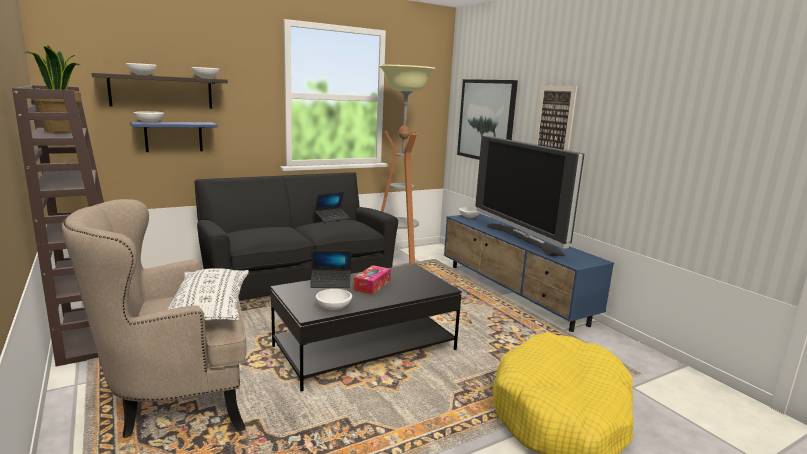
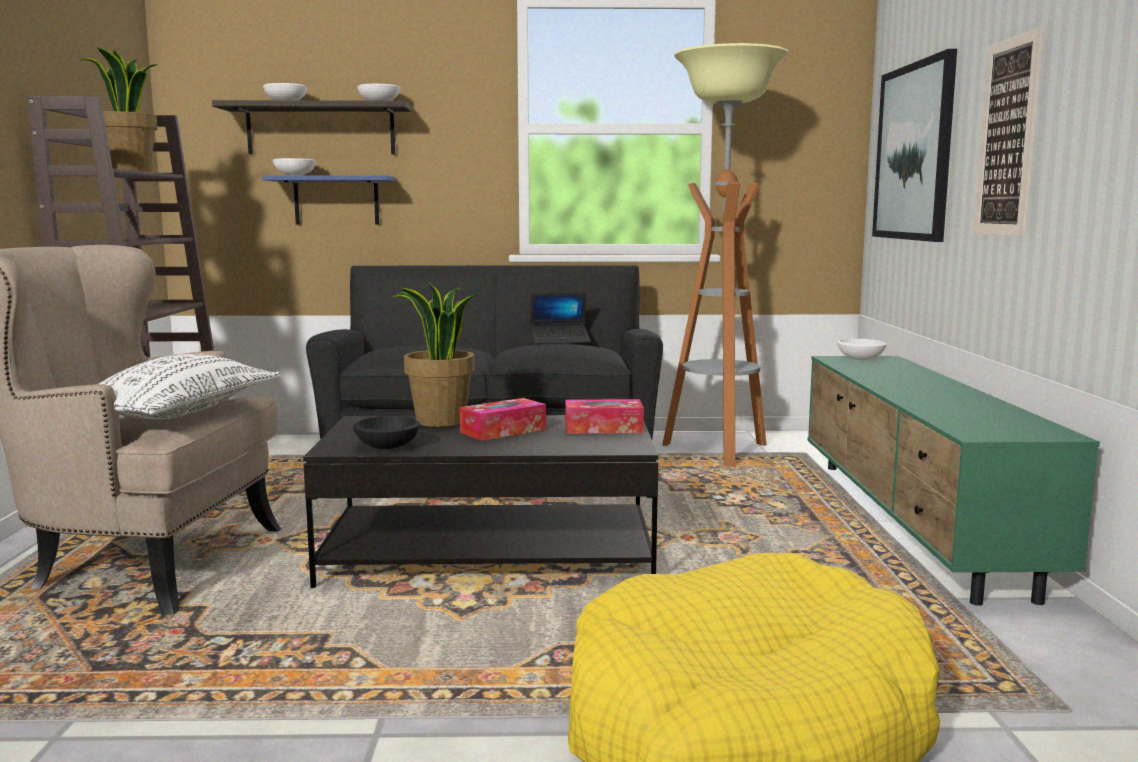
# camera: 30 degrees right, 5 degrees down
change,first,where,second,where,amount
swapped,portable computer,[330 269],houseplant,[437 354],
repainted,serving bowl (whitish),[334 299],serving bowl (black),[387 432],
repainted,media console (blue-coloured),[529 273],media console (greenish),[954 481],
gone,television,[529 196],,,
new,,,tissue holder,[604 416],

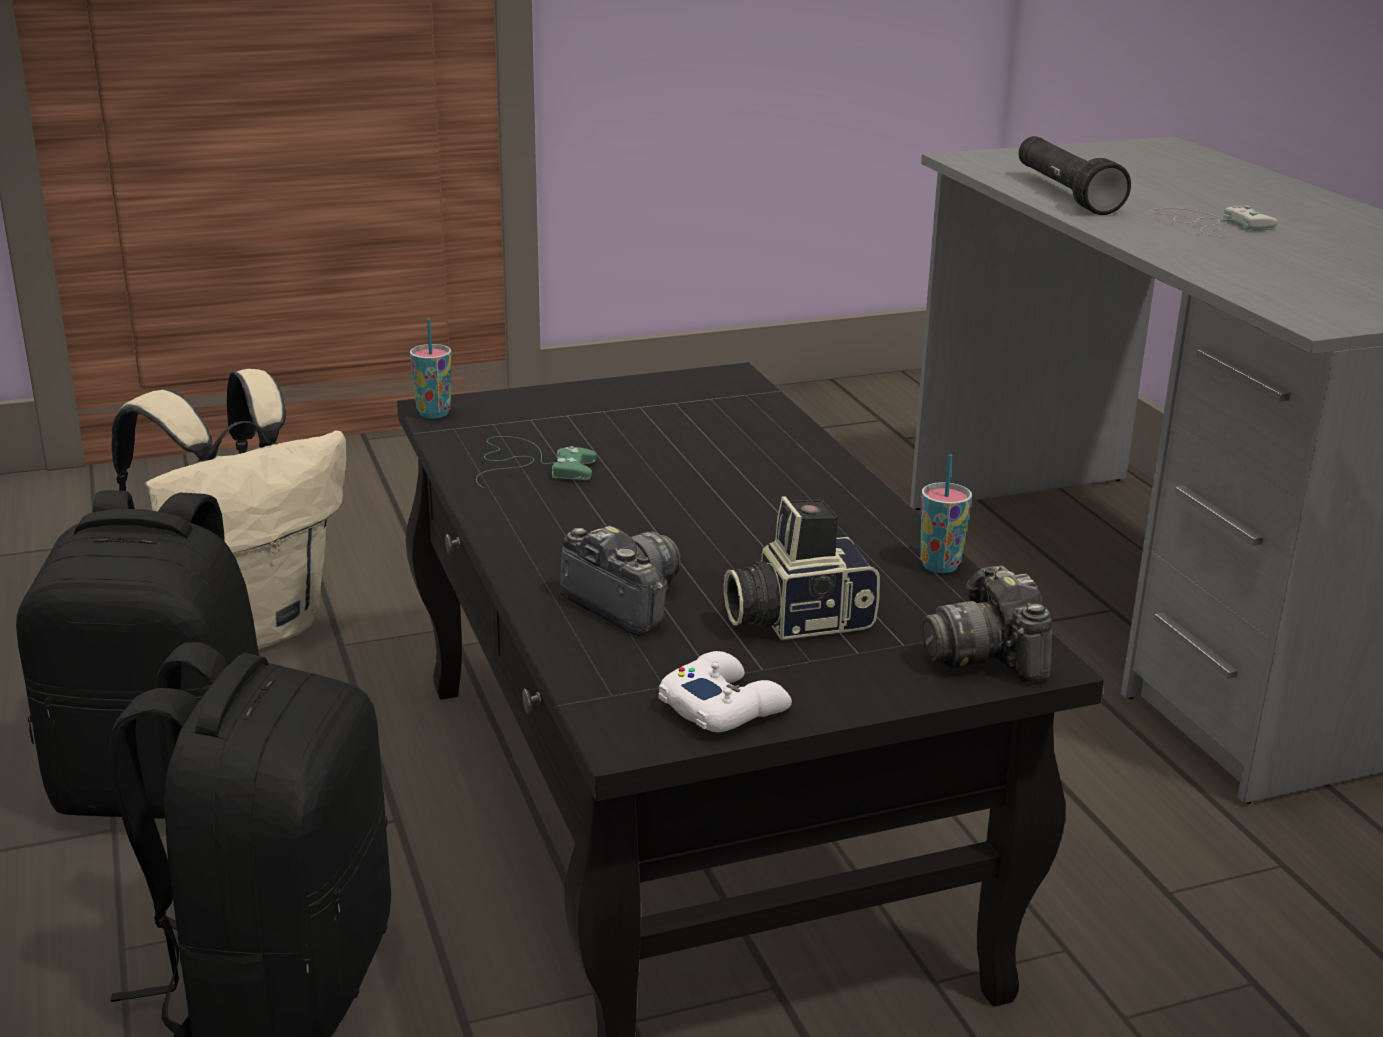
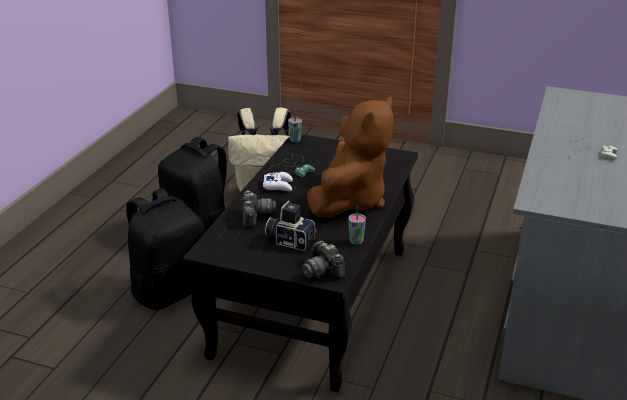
# camera: 40 degrees right, 5 degrees up
change,first,where,second,where,amount
shifted,joypad (whitish),[725 691],,[278 181],
rotated,photo camera,[987 623],,[323 260],60 degrees counterclockwise
gone,hand torch (black),[1074 175],,,
new,,,soft toy (brownish),[350 156],

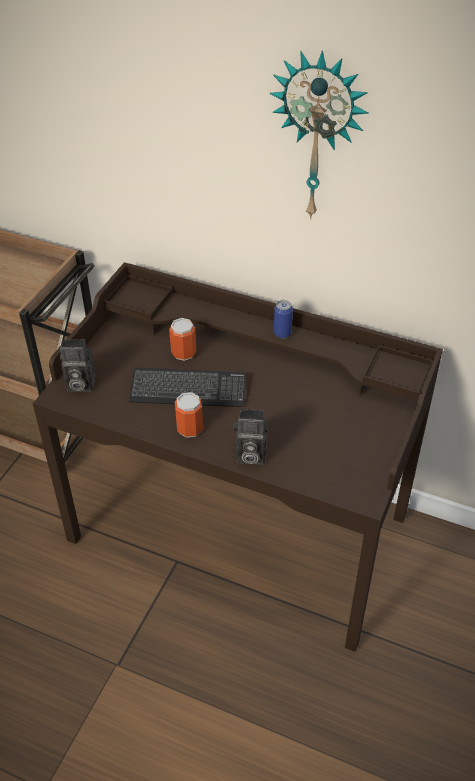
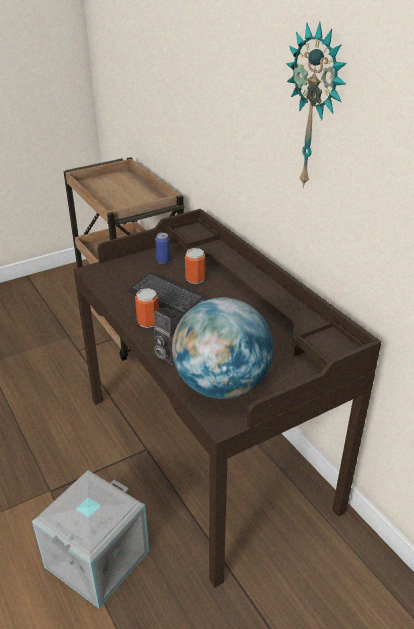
# camera: 35 degrees right, 10 degrees down
change,first,where,second,where,amount
gone,photo camera,[77 365],,,
shifted,can,[283 319],,[162 248],
new,,,storage container (grey),[90 539],
new,,,desk globe,[222 348],

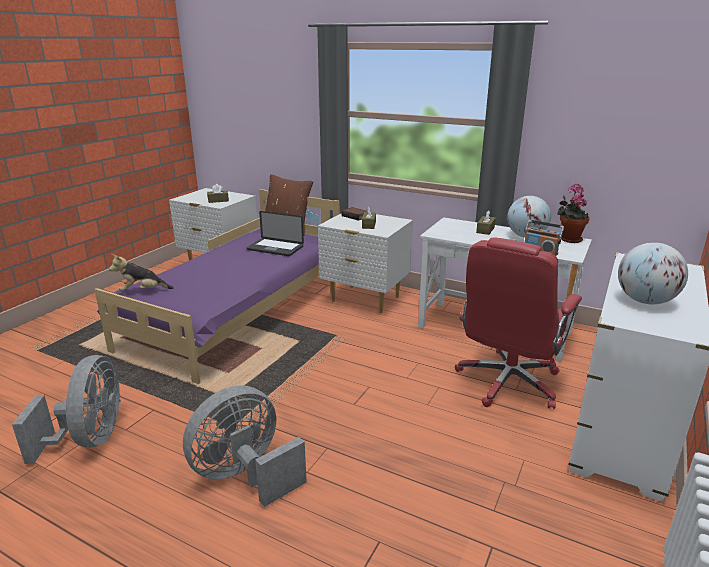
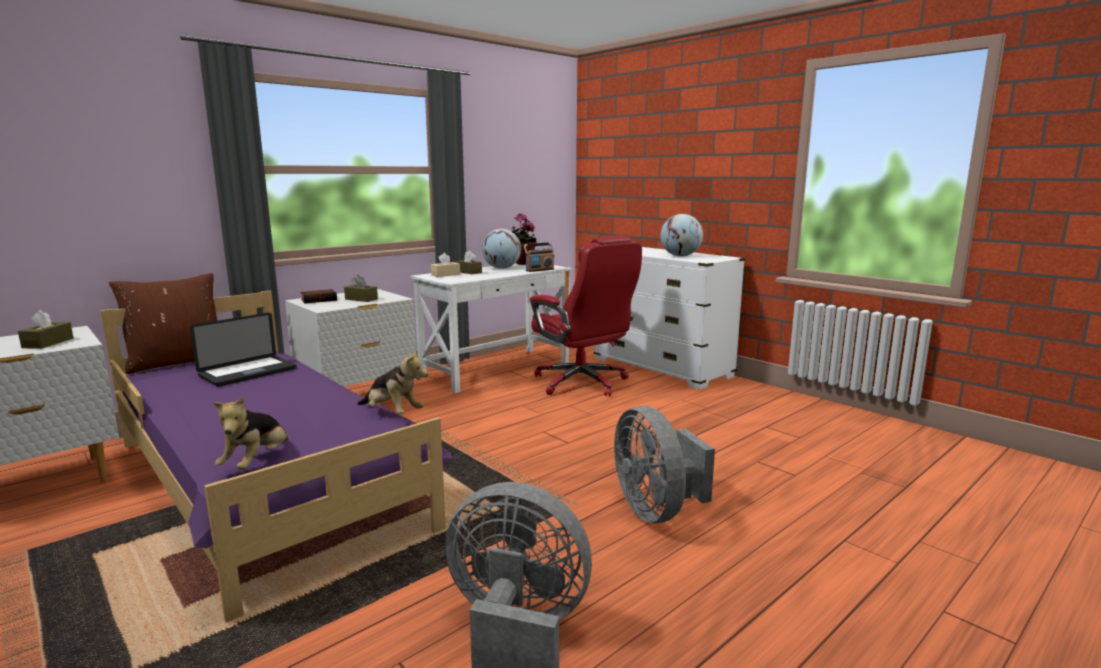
# camera: 70 degrees left, 10 degrees down
change,first,where,second,where,amount
new,,,soft toy,[392 382],
new,,,tissue holder (beige),[445 265],

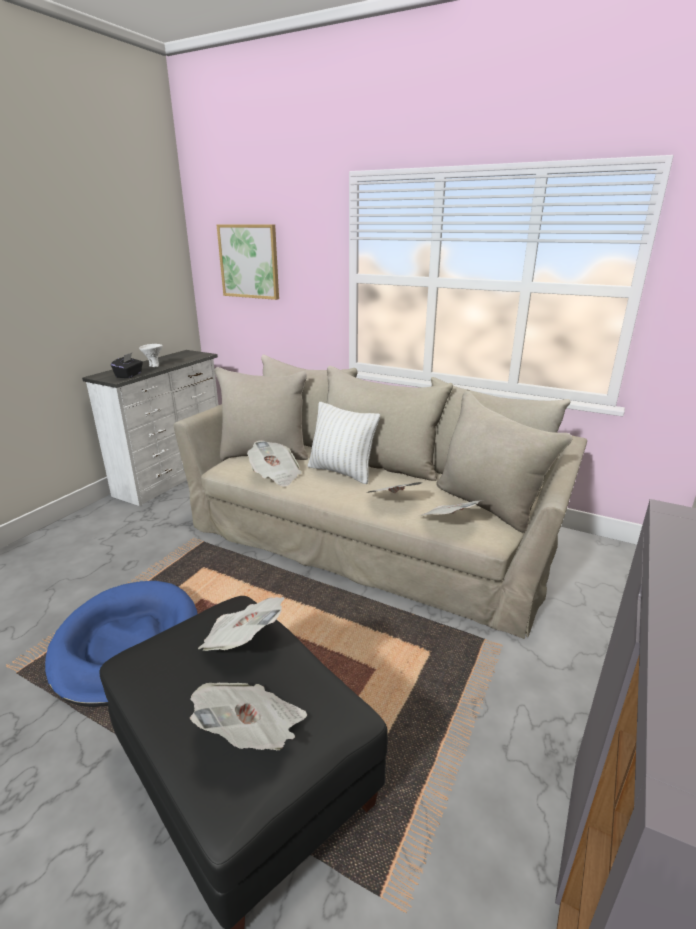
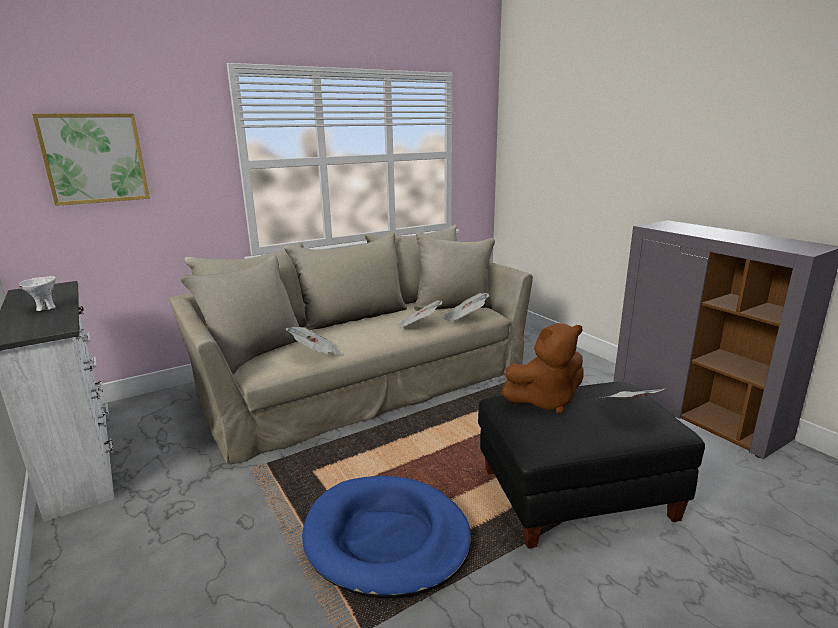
# camera: 60 degrees left, 5 degrees down
change,first,where,second,where,amount
gone,tissue holder (black),[127 365],,,
swapped,daily paper,[241 624],soft toy (brownish),[542 368],
gone,throw pillow (whitish),[344 443],,,

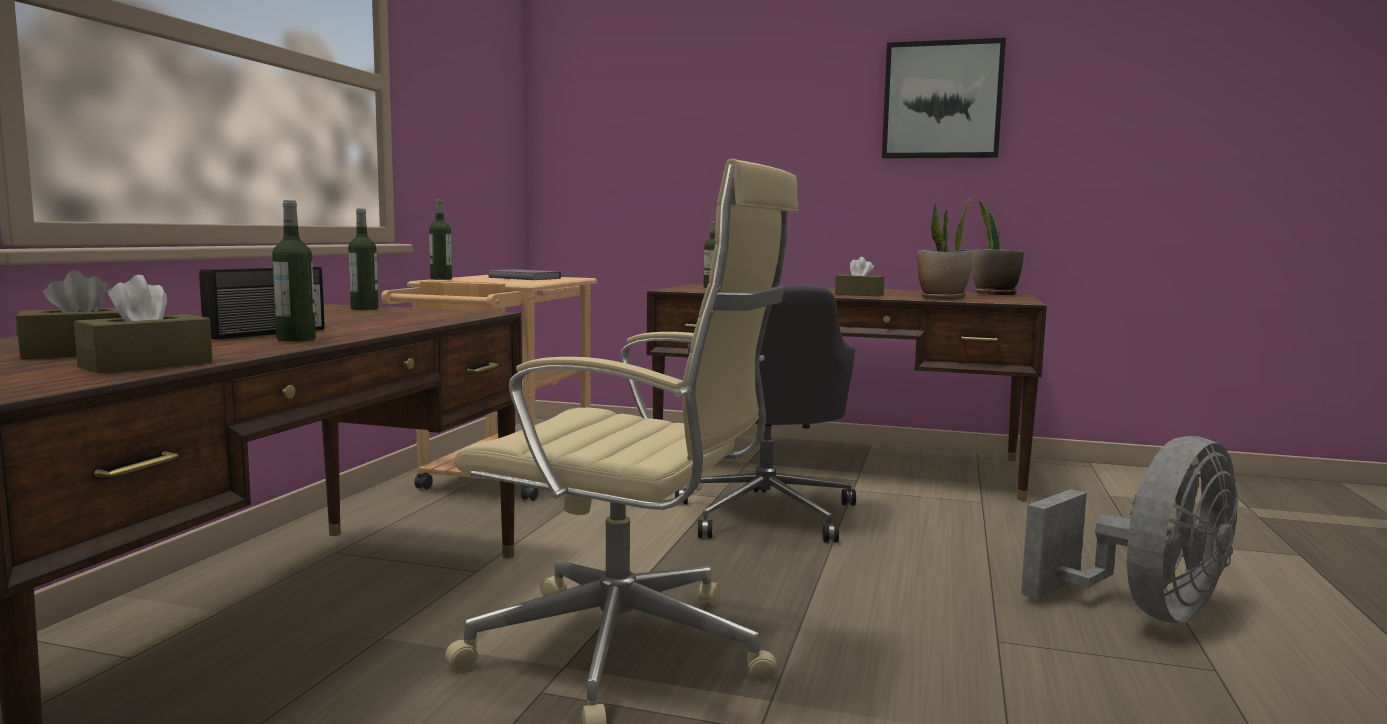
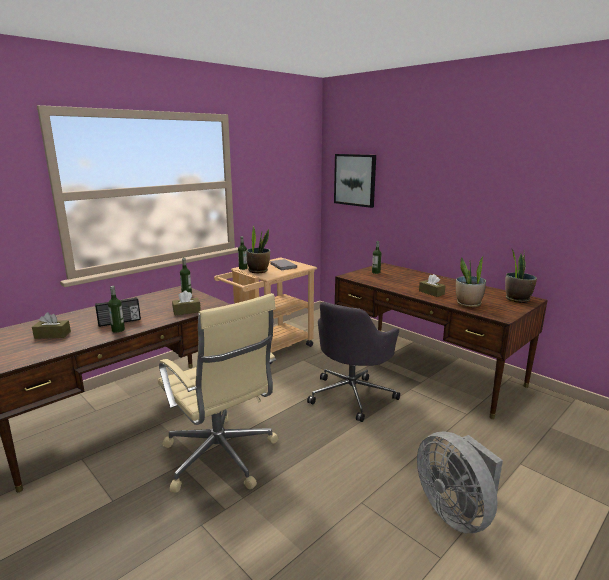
# camera: 30 degrees right, 10 degrees up
change,first,where,second,where,amount
shifted,tissue holder (brownish),[143 324],,[186 303],
shifted,picture,[944 98],,[355 181],
rotated,electric fan (grey),[1130 529],,[460 482],75 degrees clockwise
new,,,houseplant,[258 249],

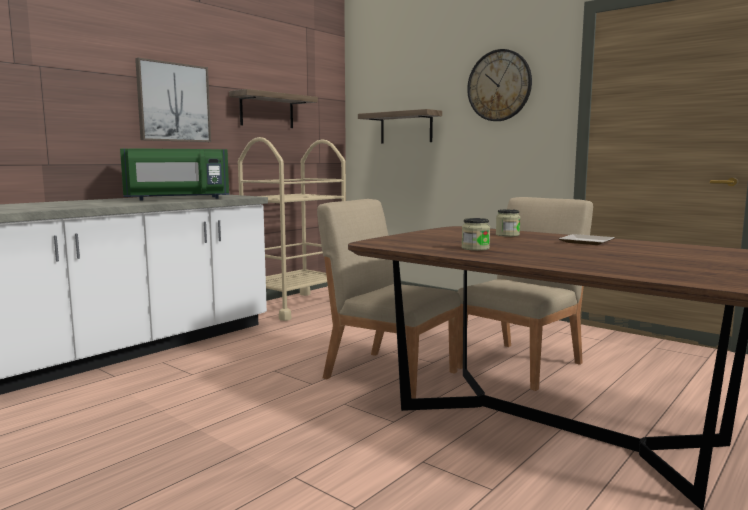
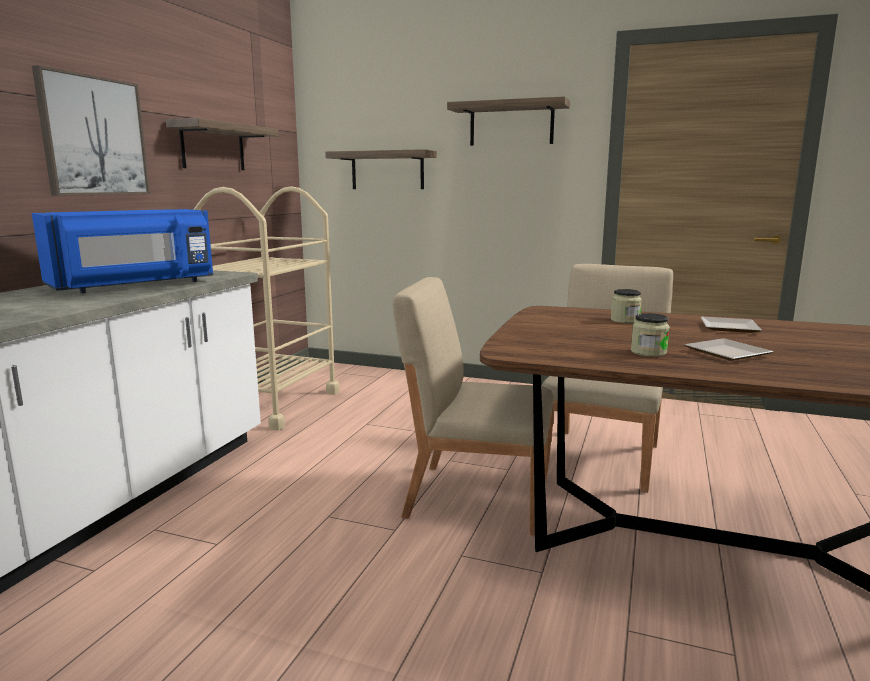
# camera: 20 degrees left, 5 degrees up
change,first,where,second,where,amount
repainted,kitchen microwave (greenish),[174 174],kitchen microwave (blue-coloured),[122 251],
swapped,wall clock,[499 85],wall shelf,[508 121],
new,,,flat dish,[729 349],

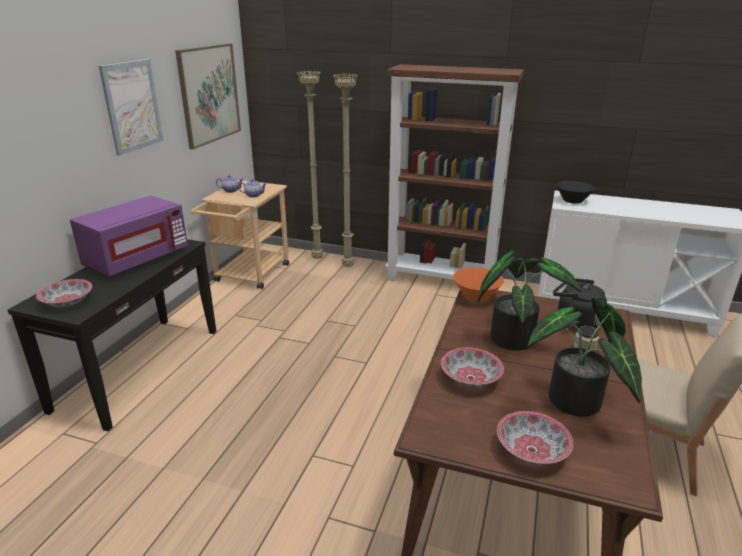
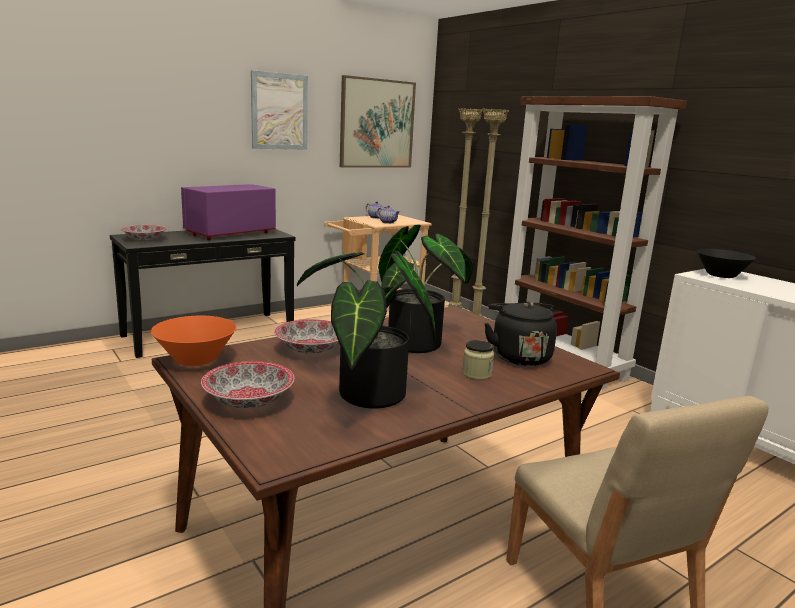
# camera: 35 degrees right, 10 degrees down
change,first,where,second,where,amount
rotated,kitchen microwave (purple-coloured),[129 236],,[228 212],150 degrees clockwise
shifted,serving bowl (orange-coloured),[478 284],,[194 341],

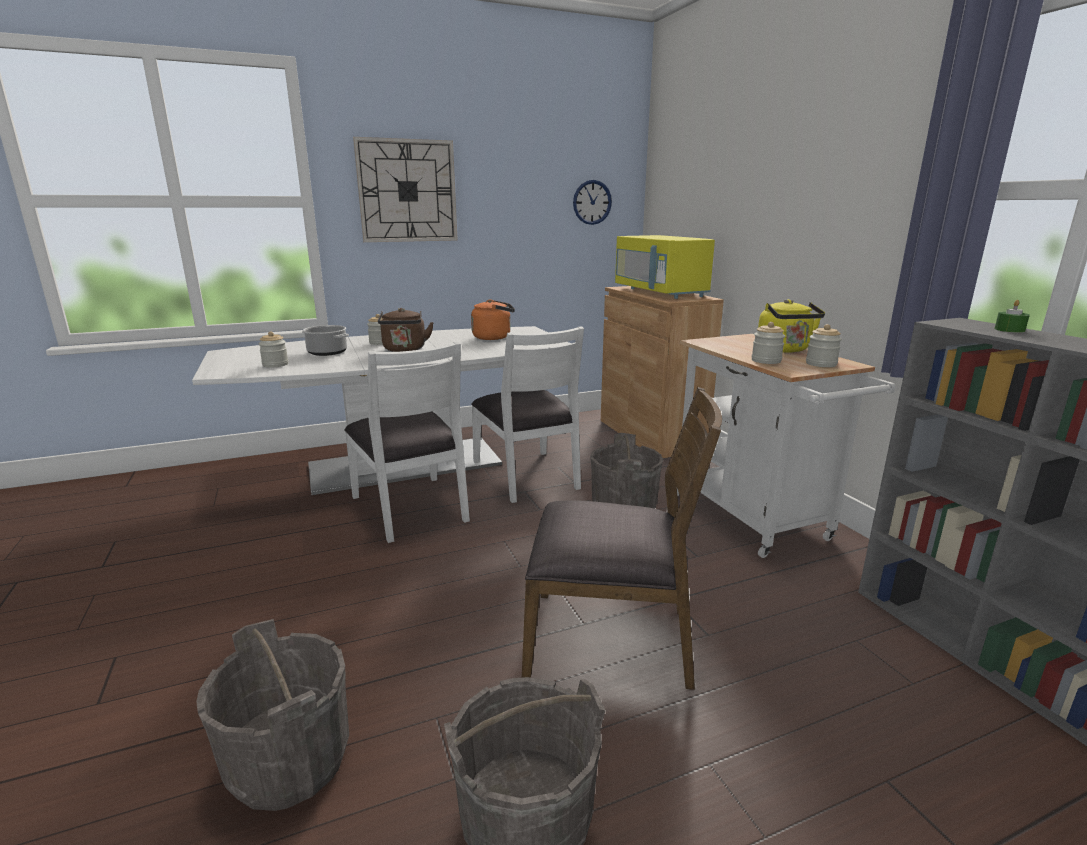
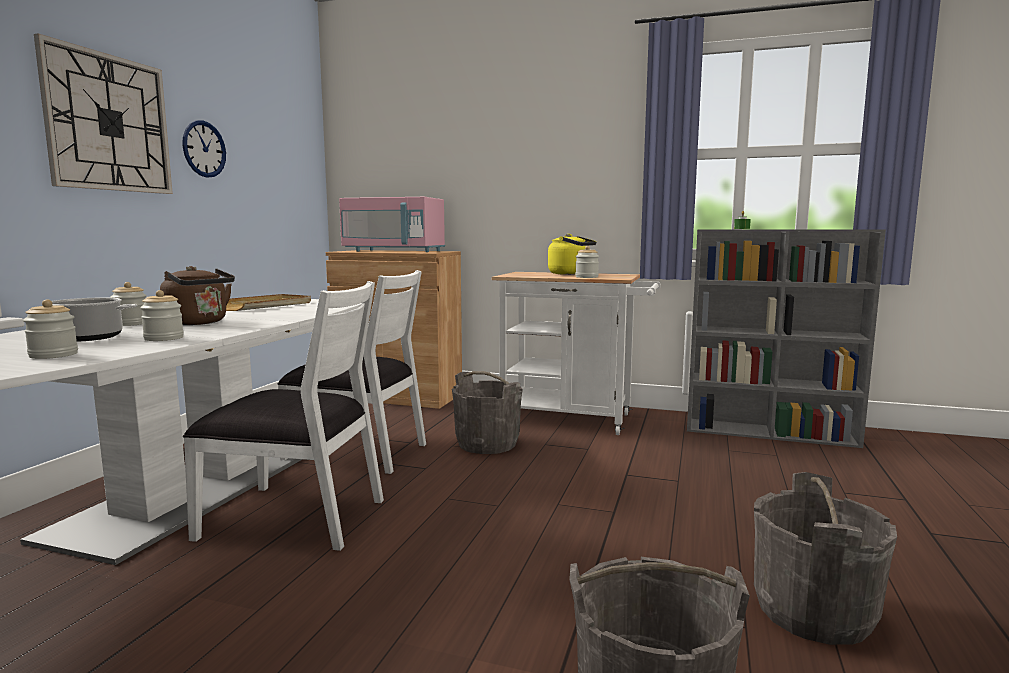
# camera: 50 degrees left, 10 degrees down
change,first,where,second,where,amount
swapped,kettle (orange-coloured),[493 319],tray (beige),[268 302],
gone,chair (brownish),[622 538],,,
shifted,wall clock,[592 202],,[204 149],
repainted,kitchen microwave (yellow),[665 267],kitchen microwave (pink),[392 224],
shifted,preserve jar,[824 345],,[162 315],

